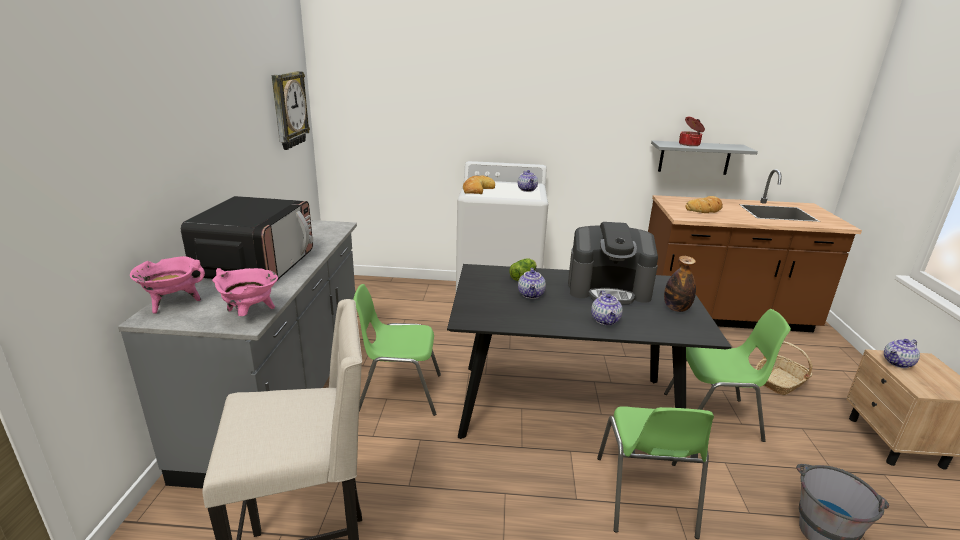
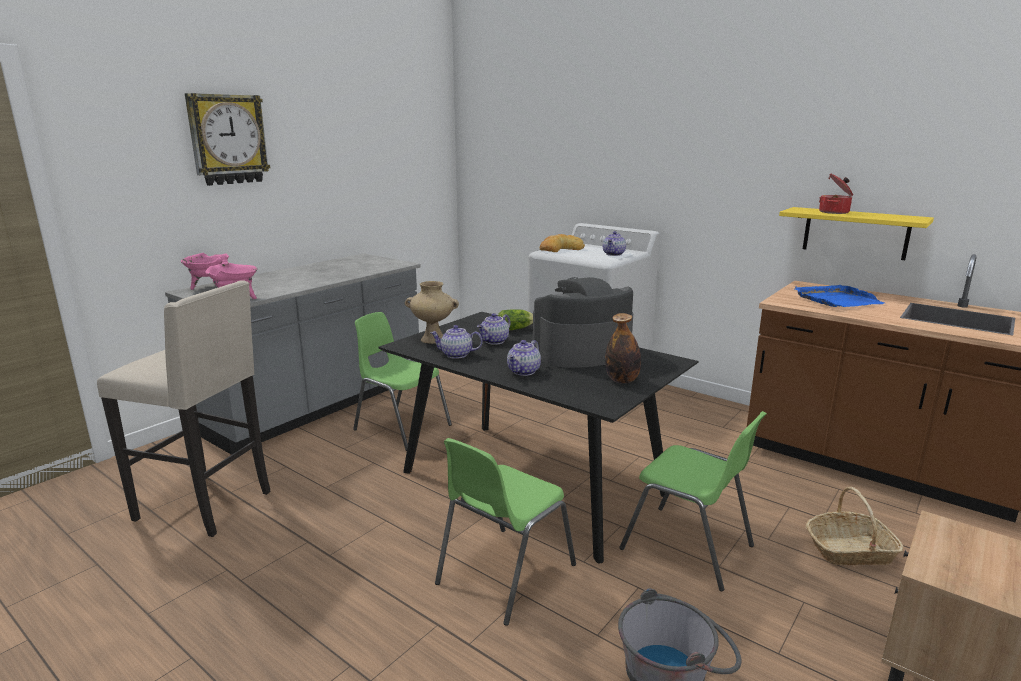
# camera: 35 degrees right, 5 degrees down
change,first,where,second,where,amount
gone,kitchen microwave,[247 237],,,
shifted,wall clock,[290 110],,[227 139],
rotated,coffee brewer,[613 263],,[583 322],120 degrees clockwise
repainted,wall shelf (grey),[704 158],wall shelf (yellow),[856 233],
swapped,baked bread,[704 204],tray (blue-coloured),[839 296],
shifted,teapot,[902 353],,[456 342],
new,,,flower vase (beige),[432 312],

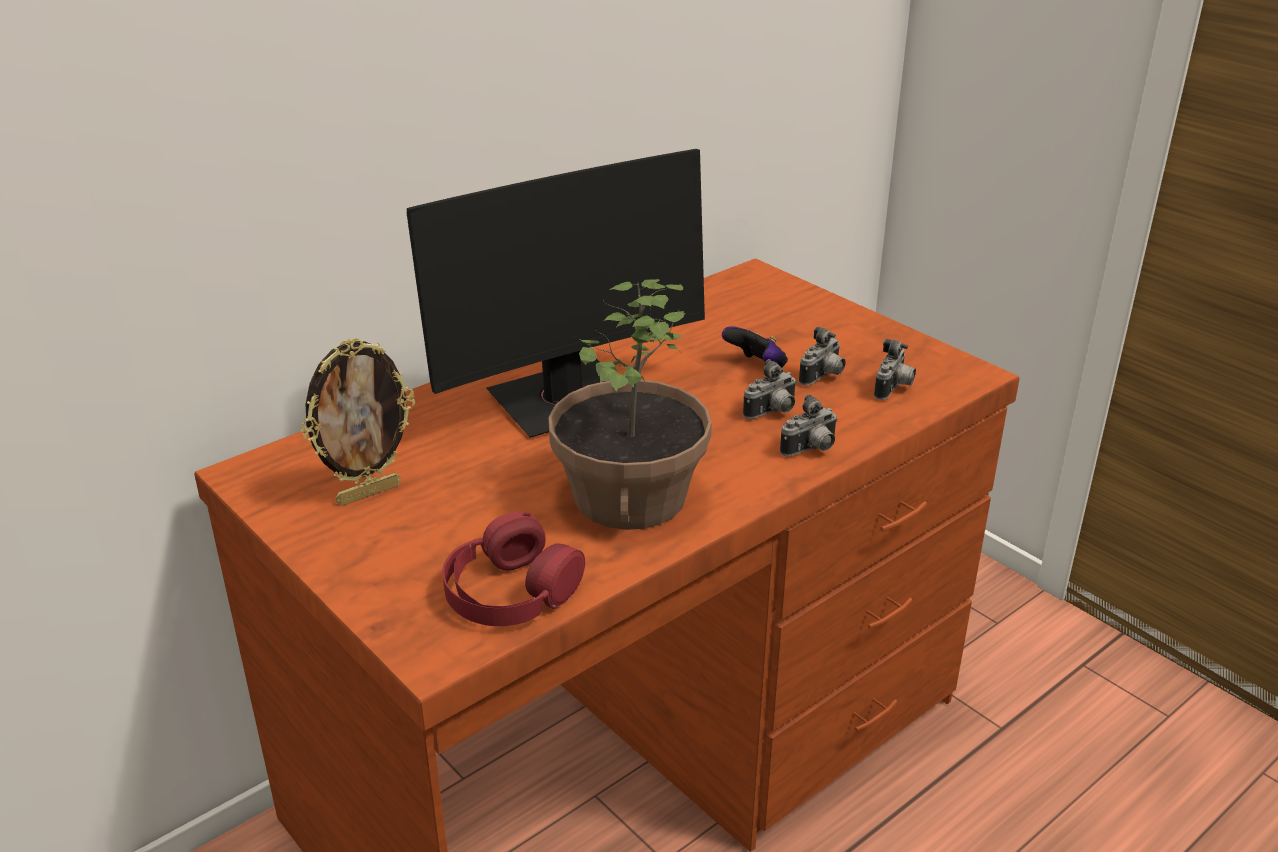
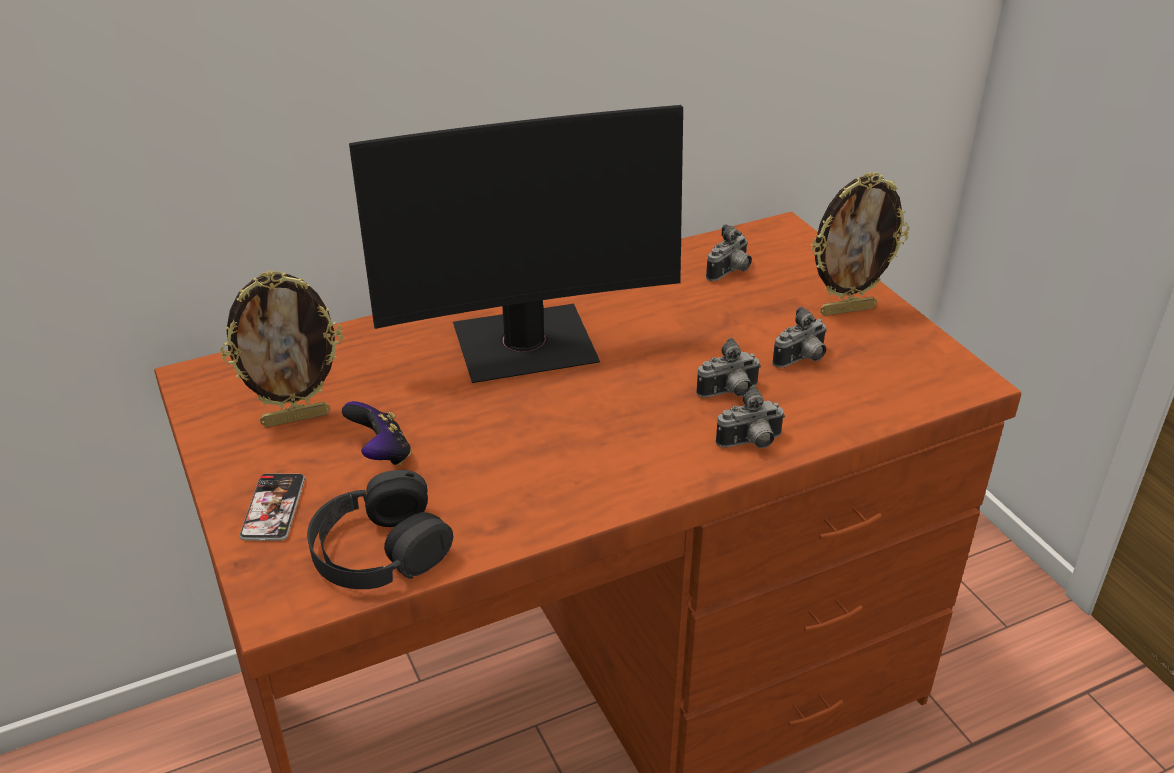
# camera: 15 degrees right, 5 degrees up
change,first,where,second,where,amount
repainted,headset (red-coloured),[513 568],headset (black),[380 529],
gone,houseplant,[630 404],,,
shifted,joypad,[755 347],,[376 433],
shifted,photo camera,[895 369],,[729 252],
new,,,handset,[272 507],
new,,,standing frame,[860 244],

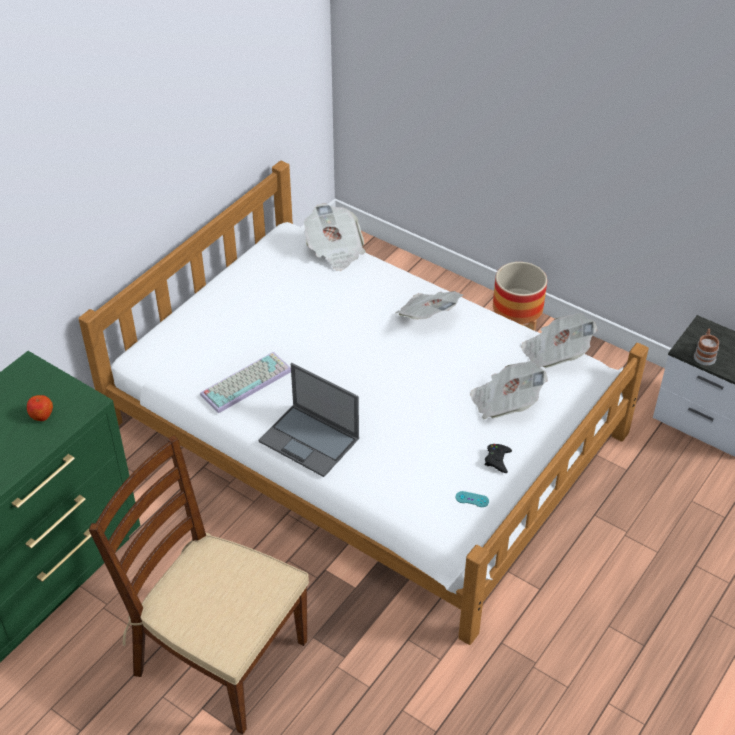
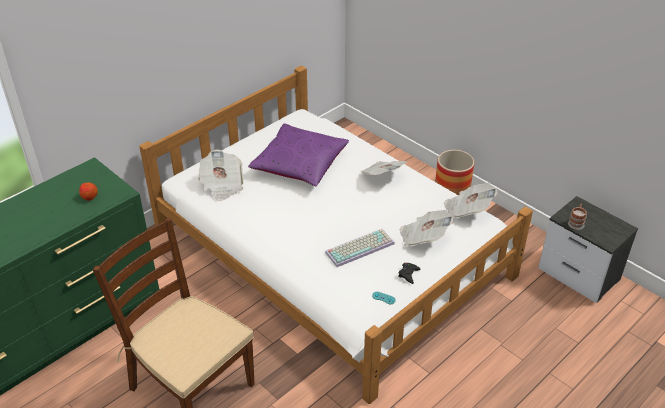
# camera: 10 degrees right, 5 degrees down
change,first,where,second,where,amount
shifted,keyboard,[245 383],,[360 248],
gone,portable computer,[308 420],,,
shifted,daily paper,[335 237],,[221 175],
new,,,throw pillow (purple-coloured),[298 154],

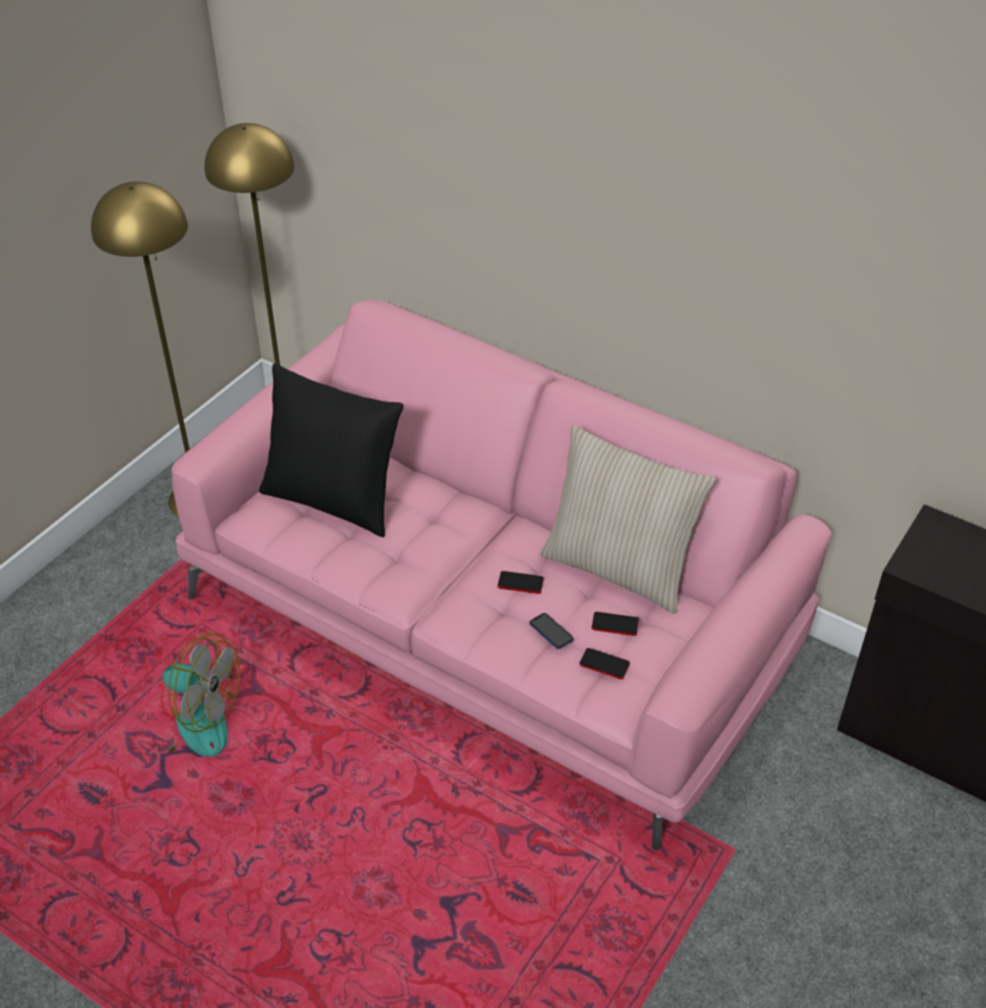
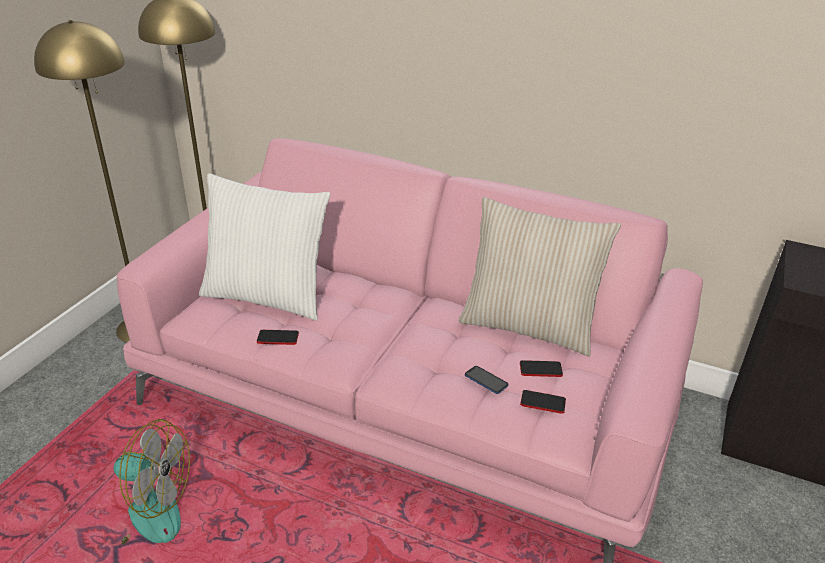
# camera: 10 degrees left, 10 degrees down
change,first,where,second,where,amount
repainted,throw pillow (black),[331 450],throw pillow (whitish),[264 247],
shifted,handset,[520 582],,[278 337],

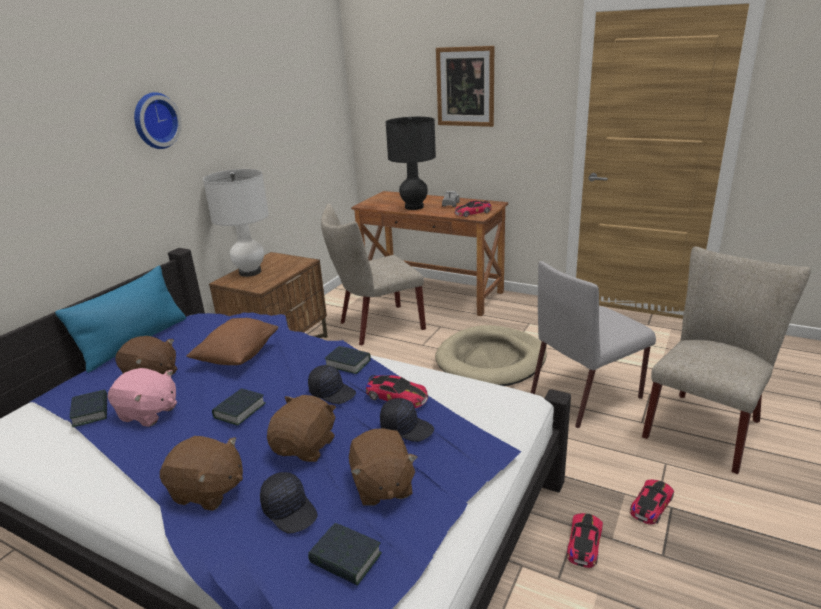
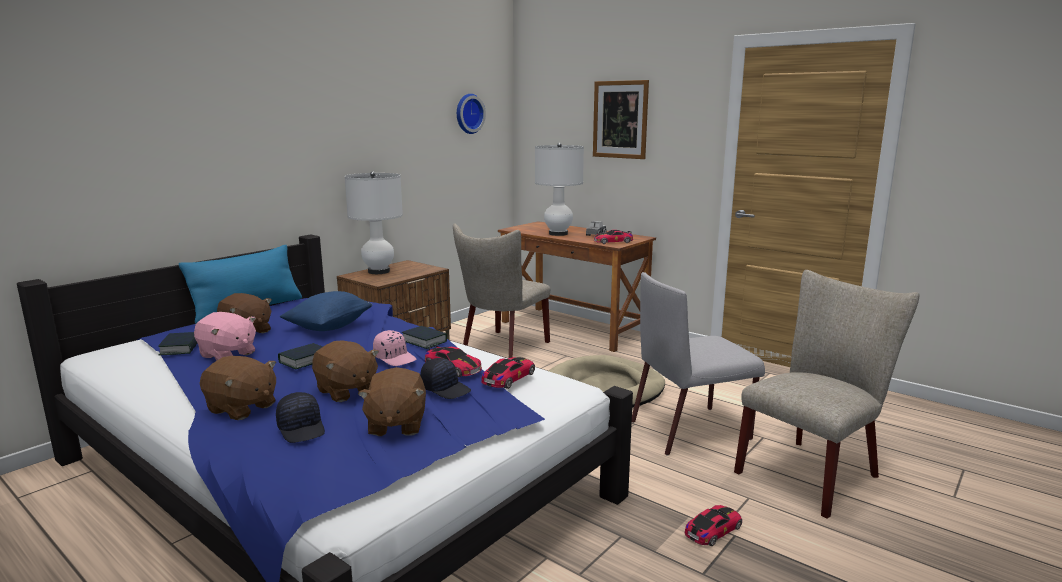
# camera: 10 degrees right, 10 degrees down
change,first,where,second,where,amount
shifted,wall clock,[158 120],,[471 114],
repainted,throw pillow (brownish),[232 341],throw pillow (blue-coloured),[326 311],
rotated,soft toy (brownish),[301 428],,[345 371],105 degrees clockwise
repainted,peaked cap (black),[332 384],peaked cap (pink),[394 348],
gone,bound book,[345 554],,,
rotated,chair (beige),[373 274],,[501 290],45 degrees counterclockwise
repainted,lamp for a table (black),[411 163],lamp for a table (whitish),[559 189],
shifted,toy car,[584 540],,[508 373],

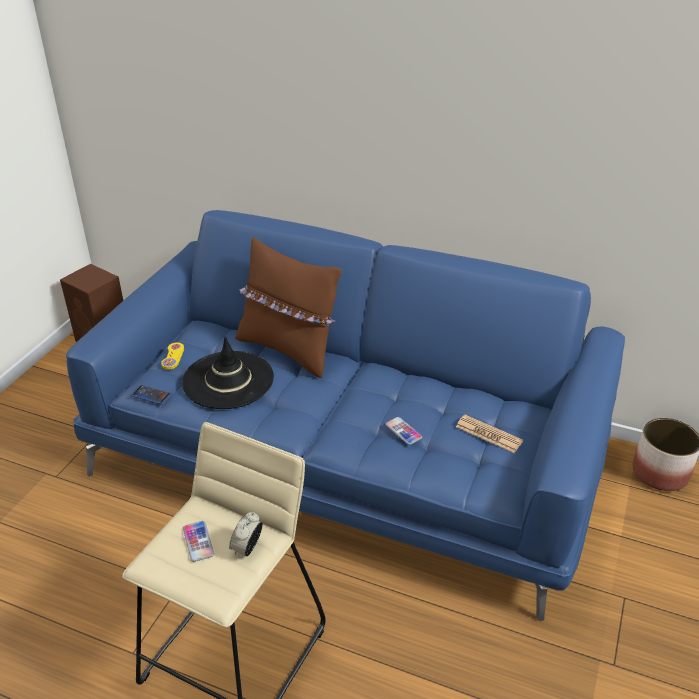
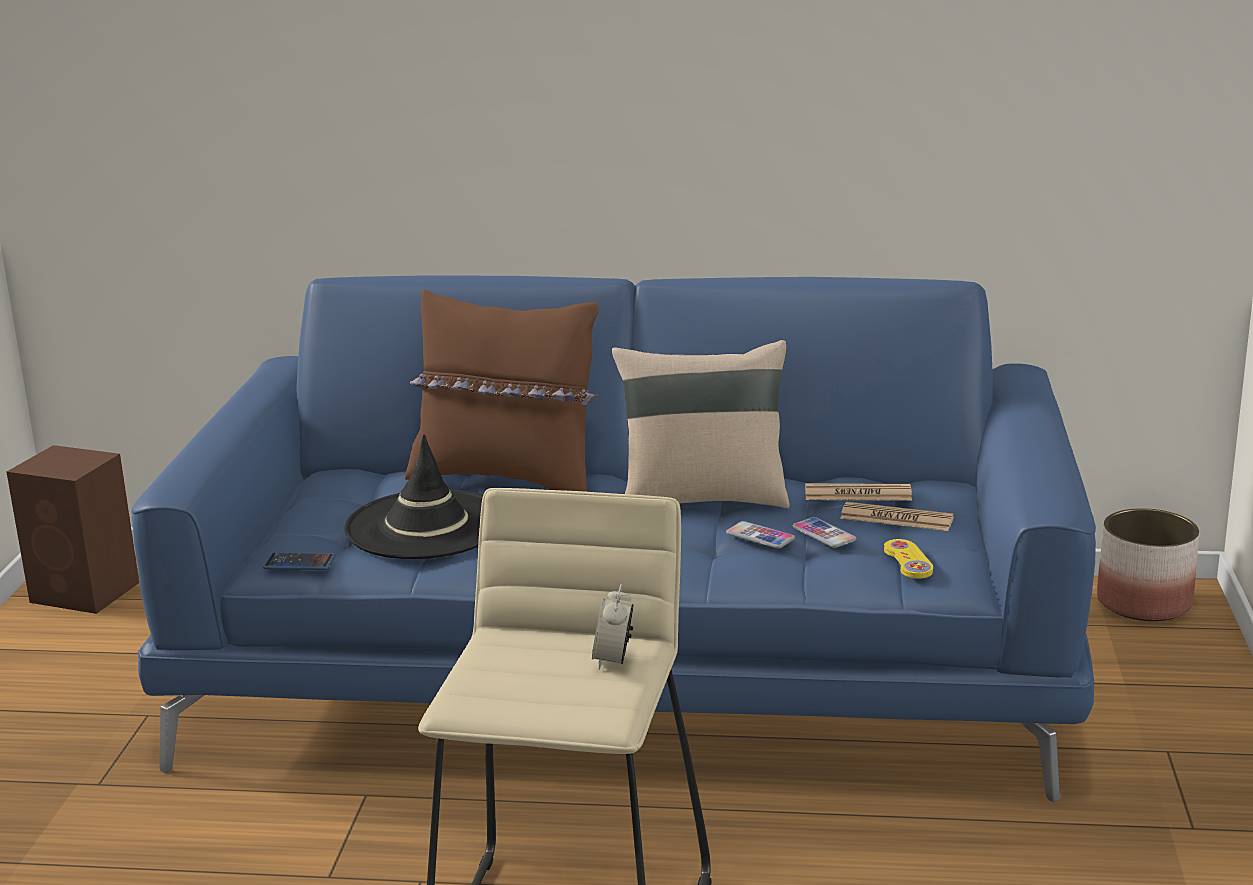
# camera: 15 degrees left, 15 degrees down
change,first,where,second,where,amount
shifted,joypad (yellow),[172 355],,[908 559],
shifted,handset,[198 541],,[824 532],
new,,,throw pillow (beige),[701 424],
new,,,daily paper,[858 492],

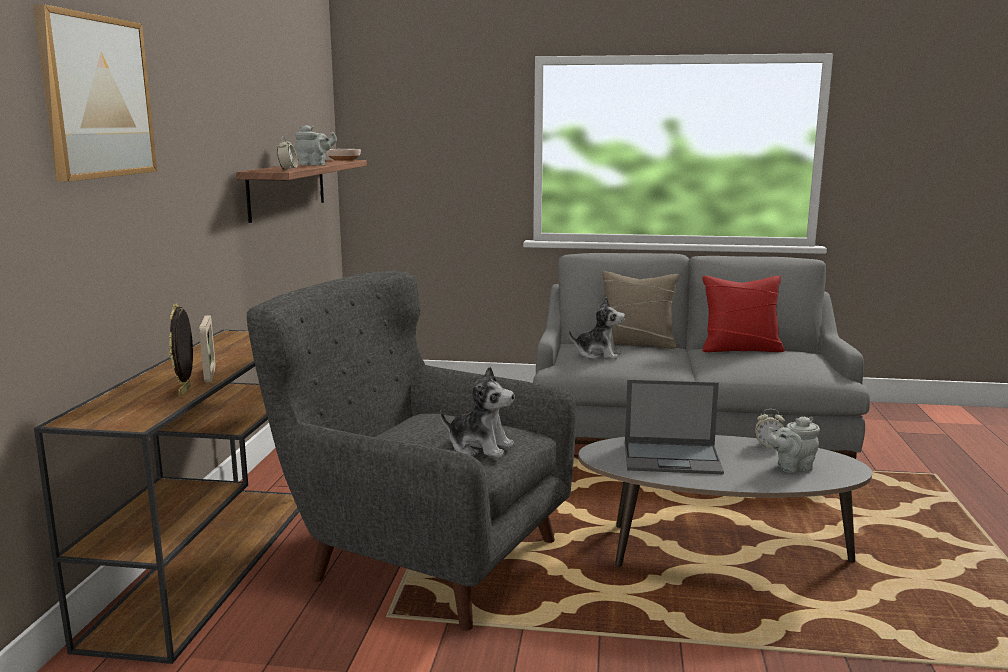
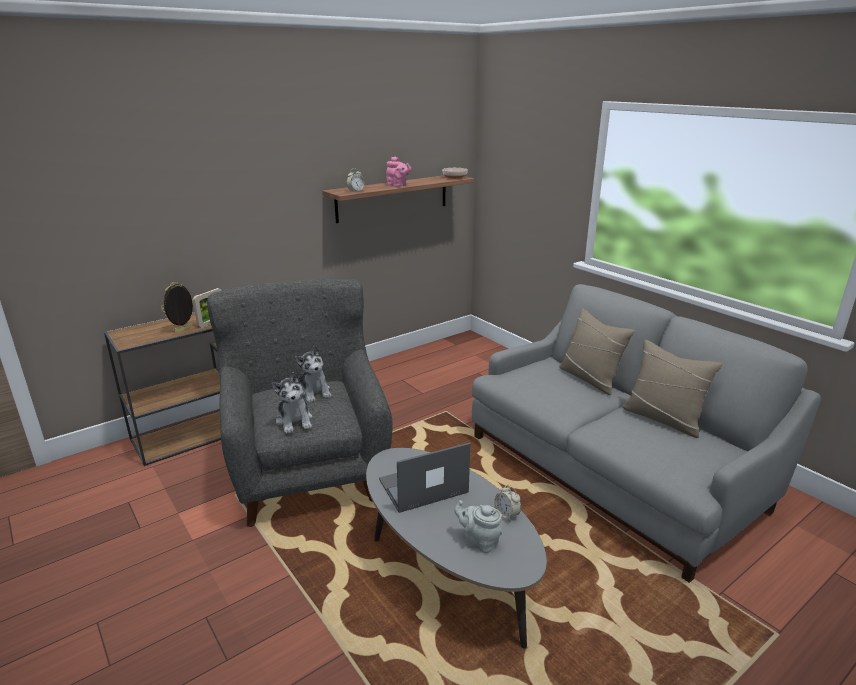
# camera: 45 degrees right, 10 degrees up
change,first,where,second,where,amount
gone,picture,[95 93],,,
repainted,teapot (grey),[315 145],teapot (pink),[398 172],
shifted,soft toy,[597 328],,[313 374],
rotated,portable computer,[674 426],,[424 477],105 degrees clockwise
repainted,throw pillow (red-coloured),[743 314],throw pillow (beige),[672 389],

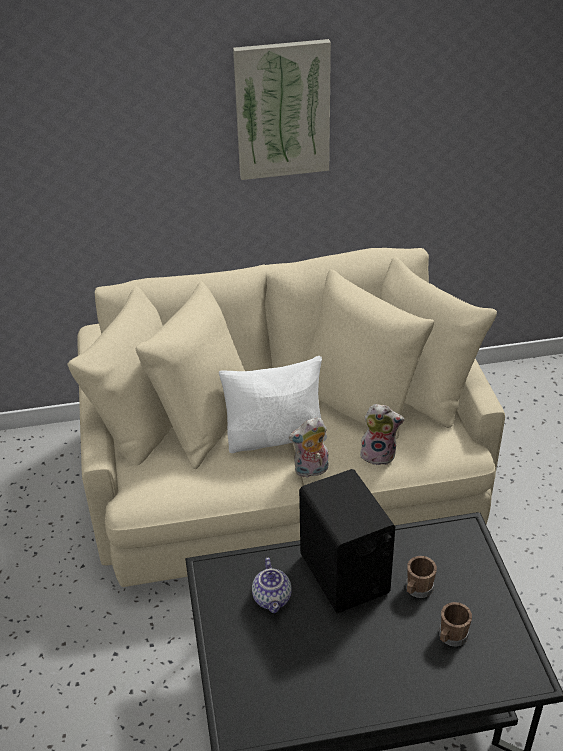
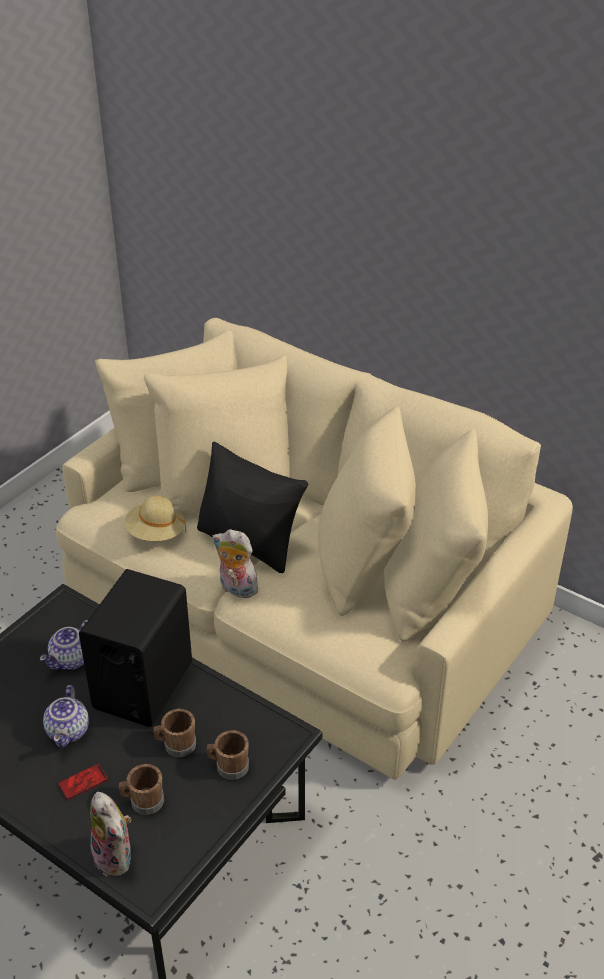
# camera: 45 degrees right, 0 degrees up
change,first,where,second,where,amount
repainted,throw pillow (whitish),[273 404],throw pillow (black),[252 507],
gone,picture,[282 109],,,
shifted,soft toy,[382 434],,[110 834],
new,,,teapot,[66 716],
new,,,handset,[83 782],
new,,,hat (beige),[155 518],
new,,,coffee mug (brownish),[227 755],

